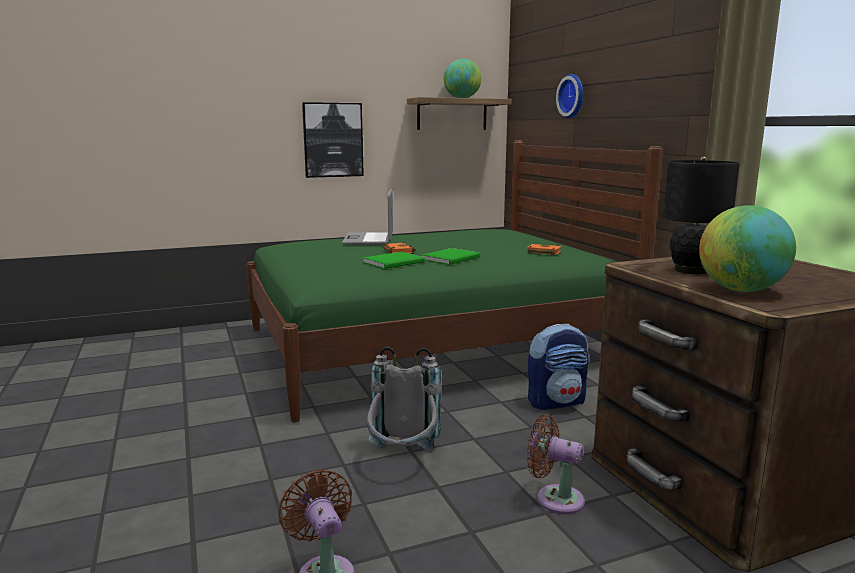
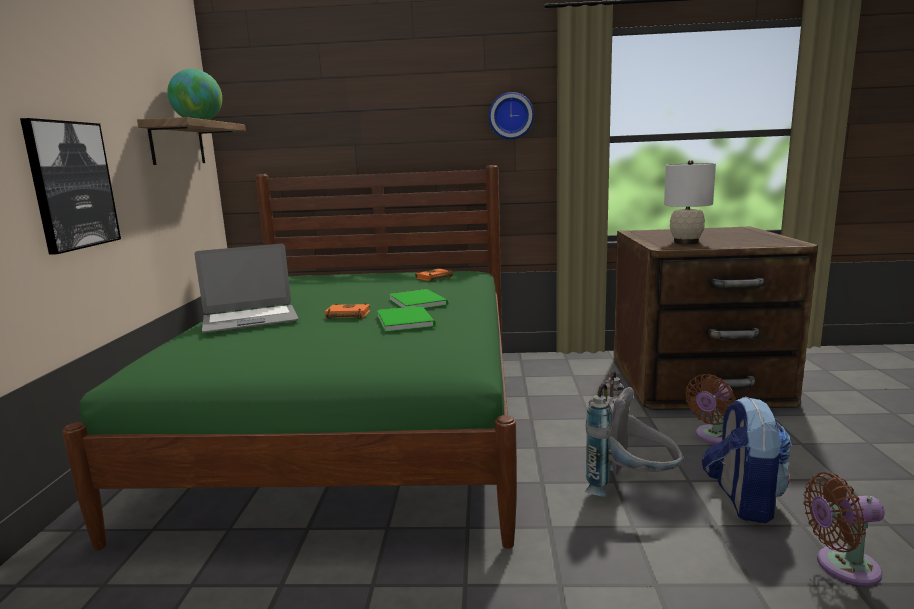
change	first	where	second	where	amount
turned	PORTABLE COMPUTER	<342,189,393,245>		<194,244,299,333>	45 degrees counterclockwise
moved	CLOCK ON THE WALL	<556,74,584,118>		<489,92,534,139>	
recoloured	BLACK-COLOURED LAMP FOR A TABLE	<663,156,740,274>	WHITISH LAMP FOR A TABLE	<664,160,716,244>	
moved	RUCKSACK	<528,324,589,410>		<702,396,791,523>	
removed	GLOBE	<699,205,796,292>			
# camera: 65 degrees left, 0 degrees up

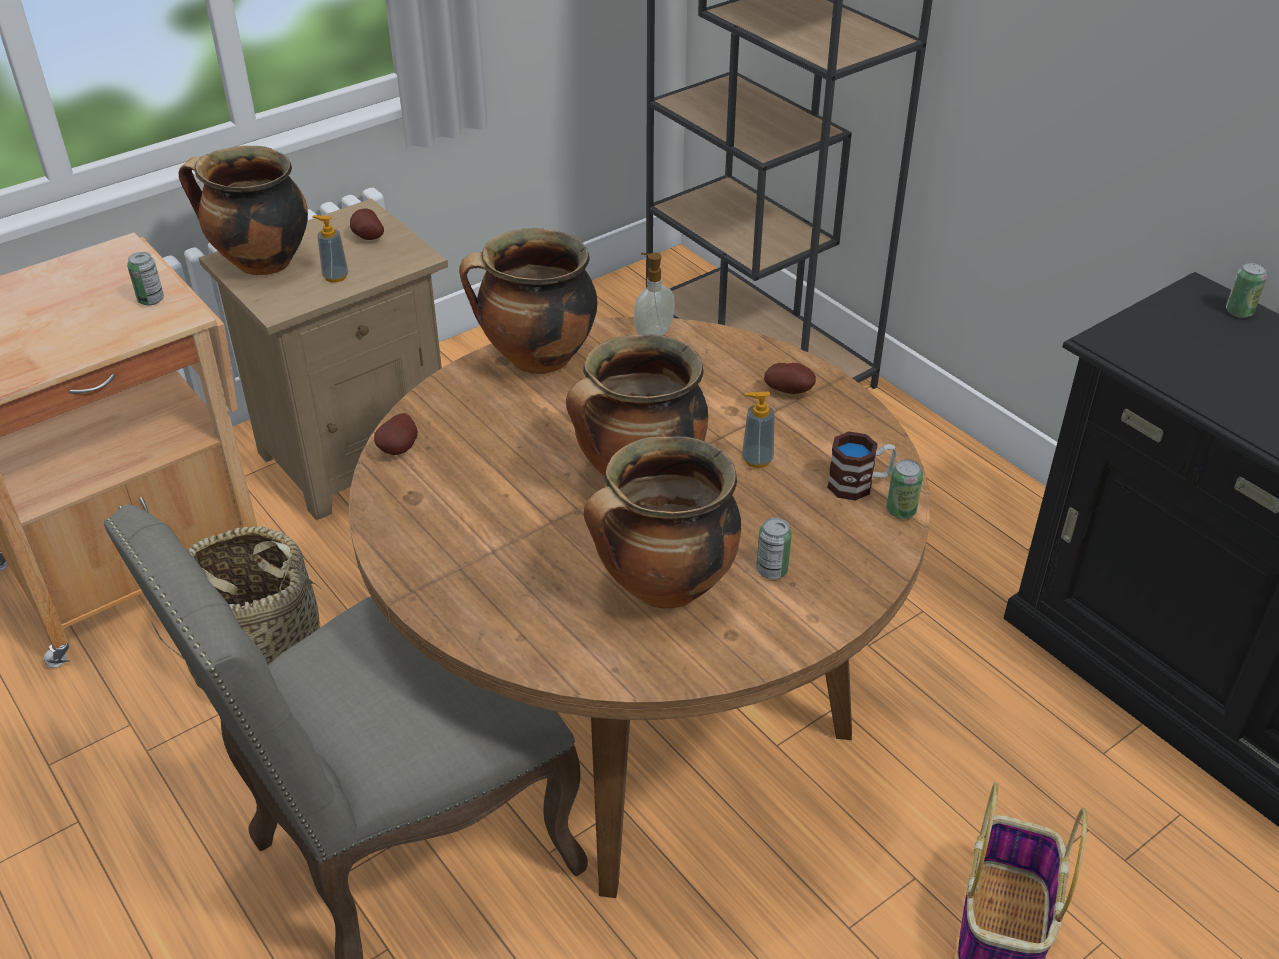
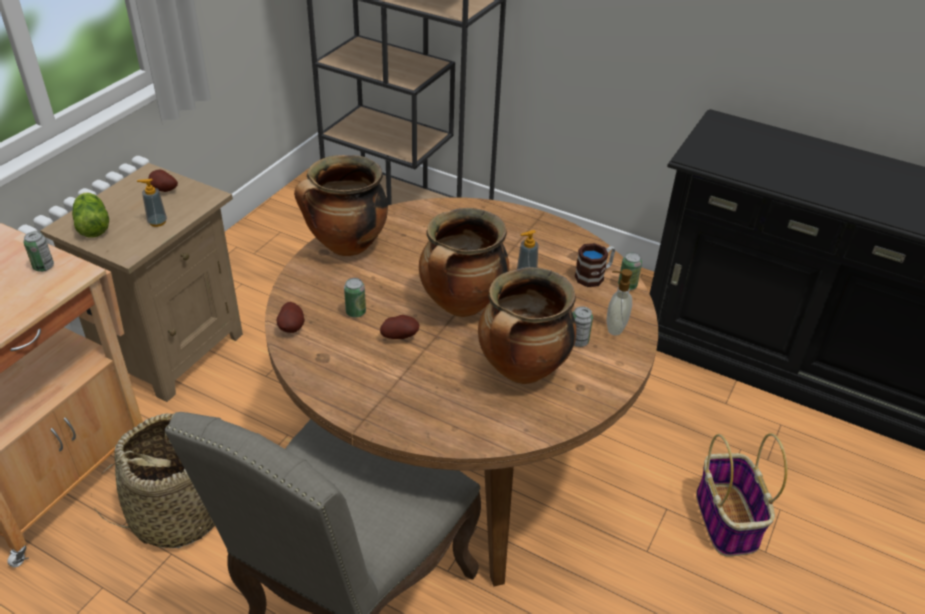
change	first	where	second	where	amount
replaced	STOCKPOT	<179,146,308,275>	LETTUCE	<72,192,109,238>	
moved	SEALED CAN	<1226,262,1267,318>		<344,278,366,318>	
moved	WHOLE POTATO	<764,363,816,394>		<380,315,419,339>	
moved	SOAP BOTTLE	<634,252,675,336>		<606,269,632,335>	
# camera: 25 degrees left, 0 degrees up

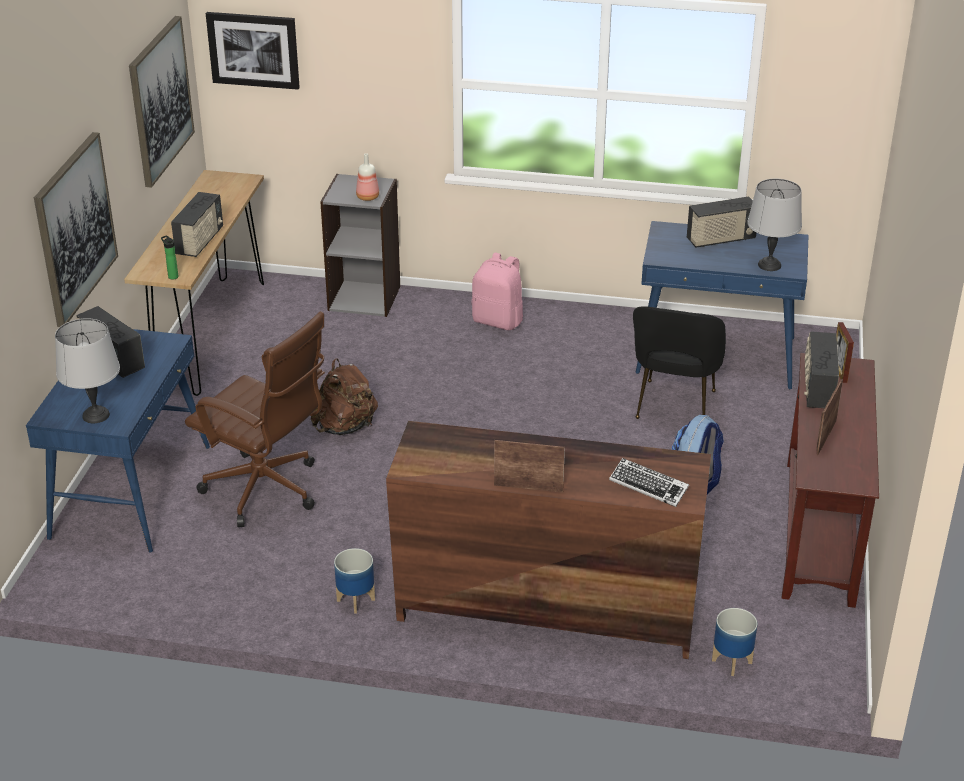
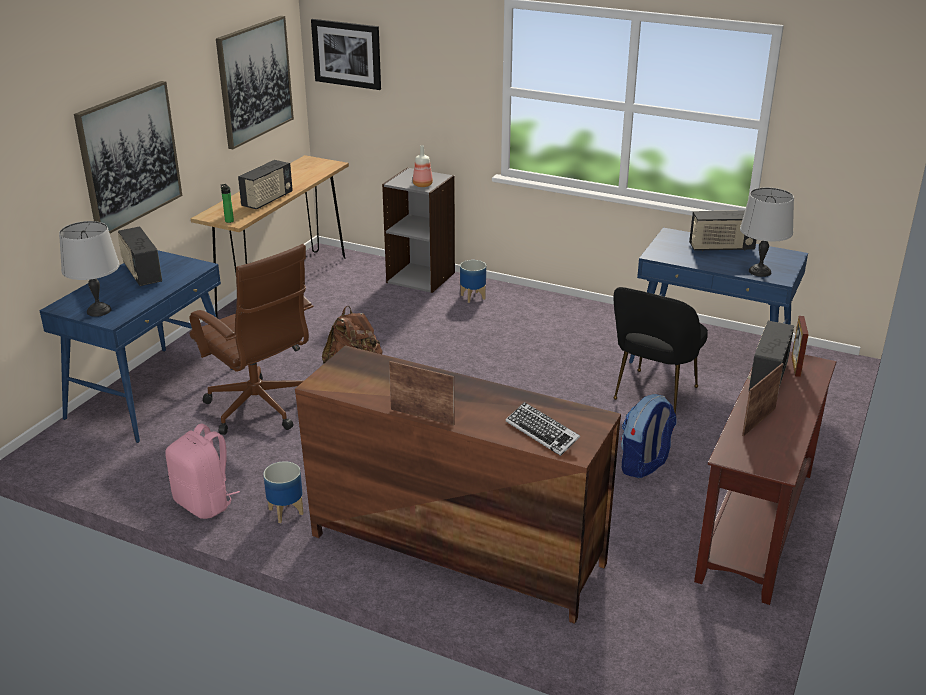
change	first	where	second	where	amount
moved	PINK RUCKSACK	<471,253,523,330>		<165,423,240,519>	
moved	PLANT POT	<712,608,758,676>		<460,260,486,303>	
# camera: 15 degrees right, 5 degrees down

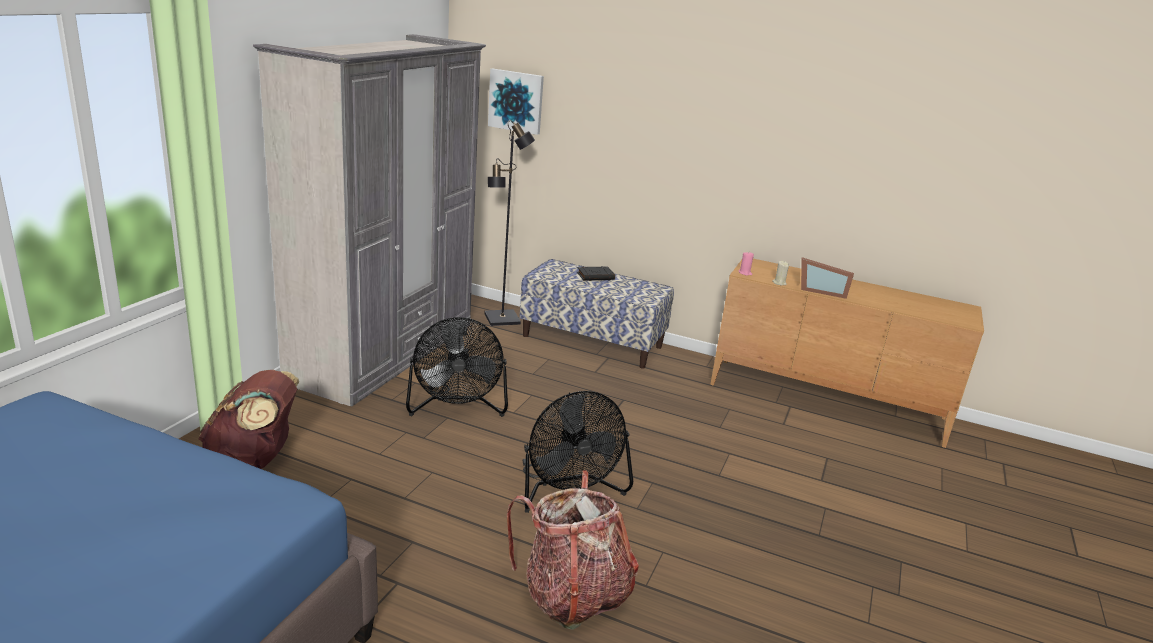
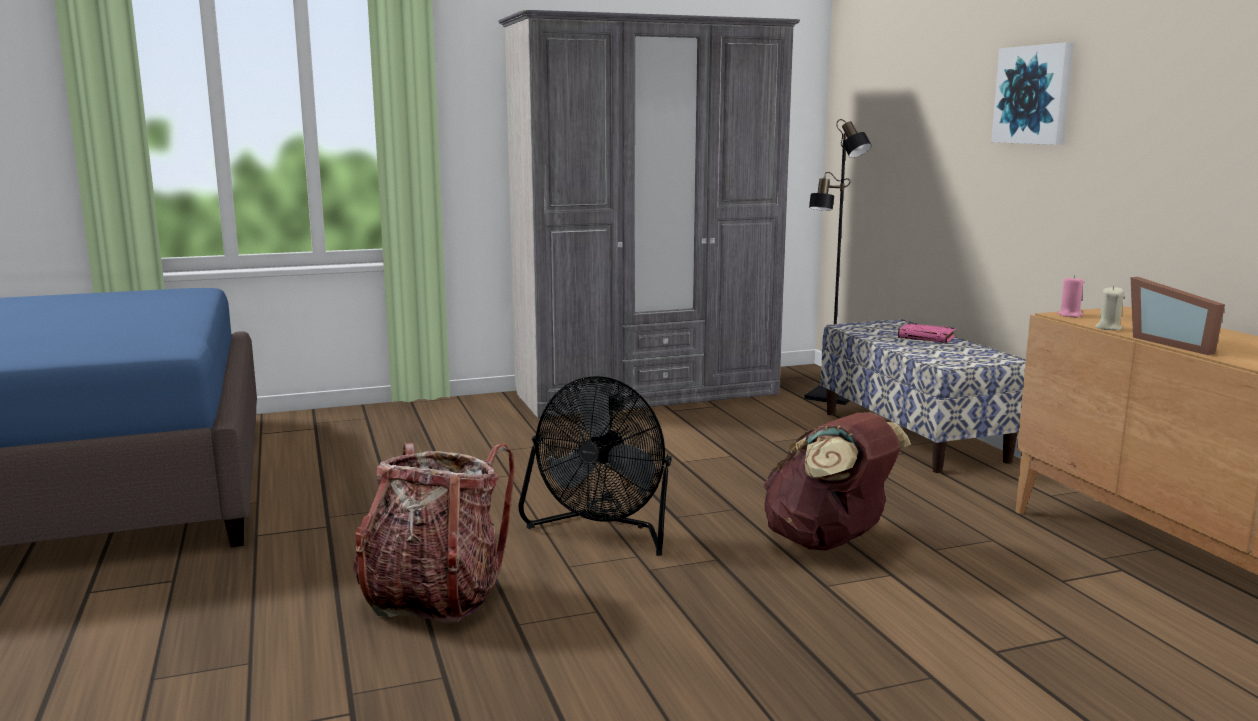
change	first	where	second	where	amount
moved	BROWN-COLOURED RUCKSACK	<198,370,300,469>		<764,412,911,550>	
recoloured	BLACK-COLOURED BOUND BOOK	<577,266,615,281>	PINK BOUND BOOK	<898,323,956,343>	
moved	WALL ART	<488,69,544,135>		<991,42,1074,145>	
removed	BLACK-COLOURED COOLING FAN	<406,317,508,417>			
# camera: 50 degrees right, 10 degrees down

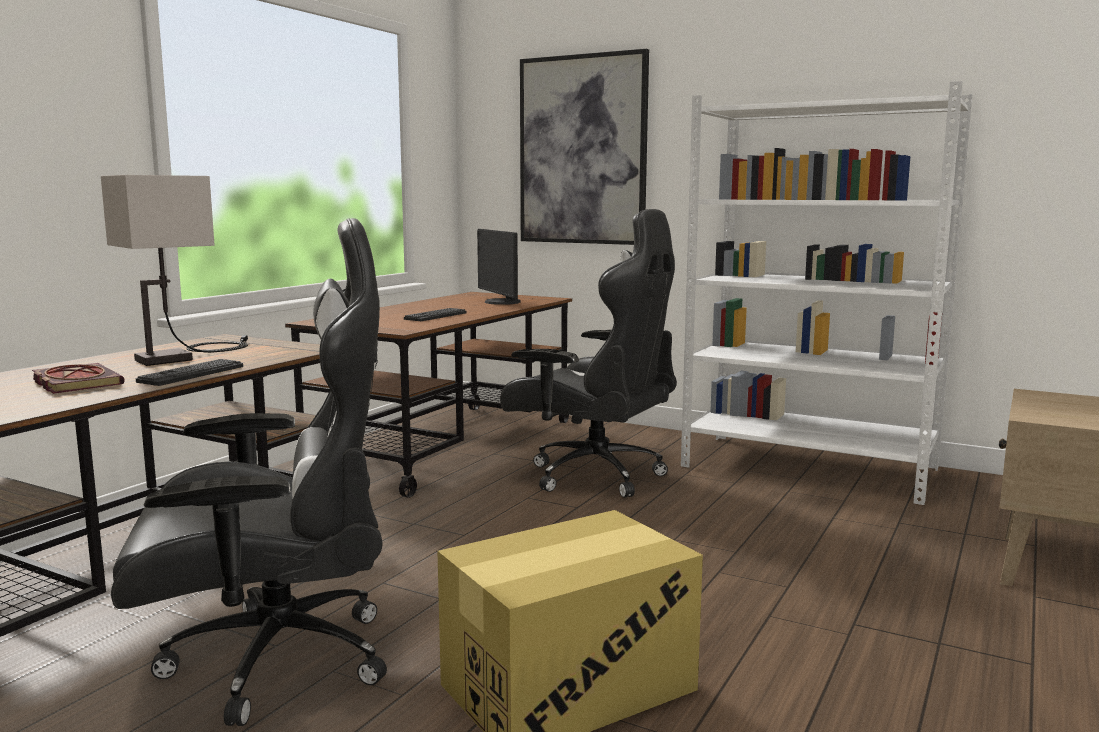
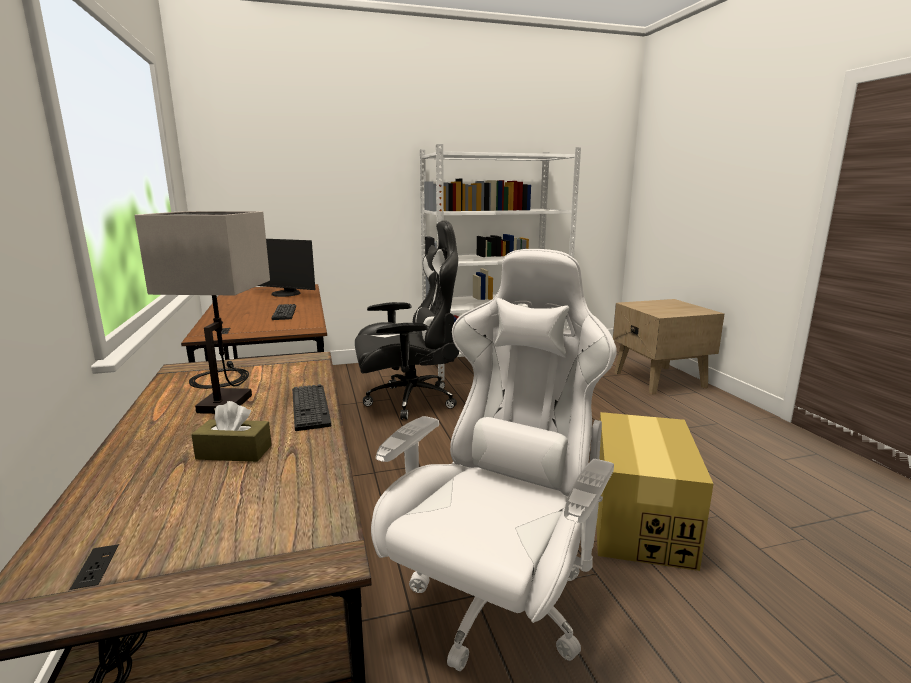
change	first	where	second	where	amount
replaced	BOUND BOOK	<32,363,125,394>	BROWN-COLOURED BOX OF TISSUES	<191,401,272,462>	
recoloured	BLACK-COLOURED COMPUTER CHAIR	<111,218,387,726>	WHITISH COMPUTER CHAIR	<371,249,617,671>	
removed	WALL ART	<520,49,649,245>			
# camera: 45 degrees left, 5 degrees up

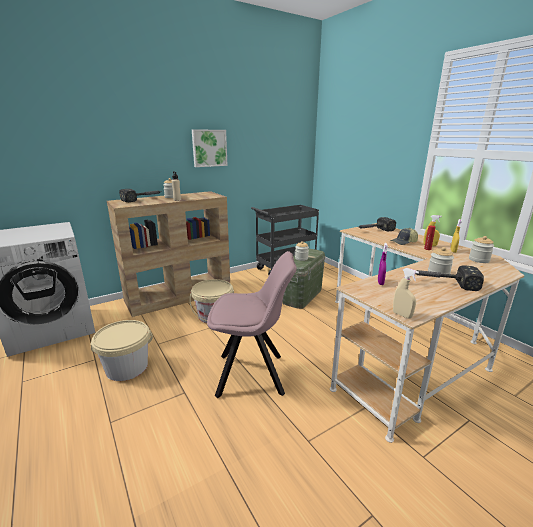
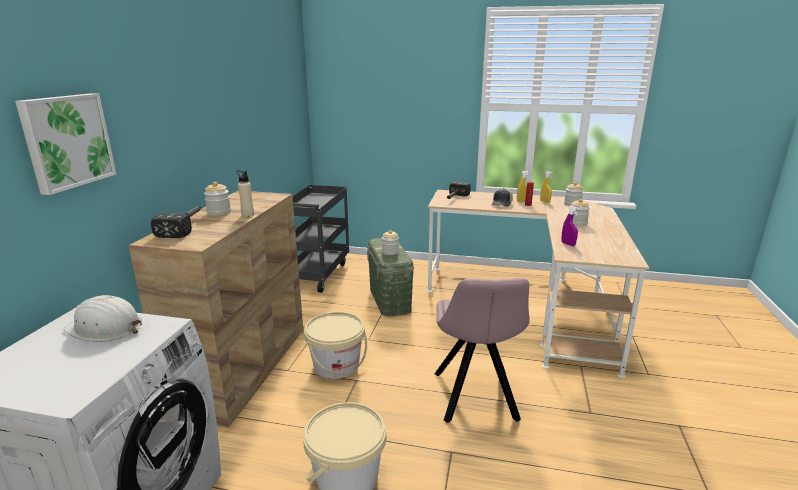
change	first	where	second	where	amount
moved	WALL ART	<192,129,228,167>		<15,93,117,195>	
added			WHITISH HARD HAT	<63,295,142,342>	
turned	PINK PLAIN CHAIR	<207,251,297,398>		<435,278,530,423>	135 degrees clockwise
removed	BEIGE-COLOURED HAND SPRAYER	<393,268,419,318>			
removed	HAND HAMMER	<416,265,484,291>			
# camera: 45 degrees left, 0 degrees up

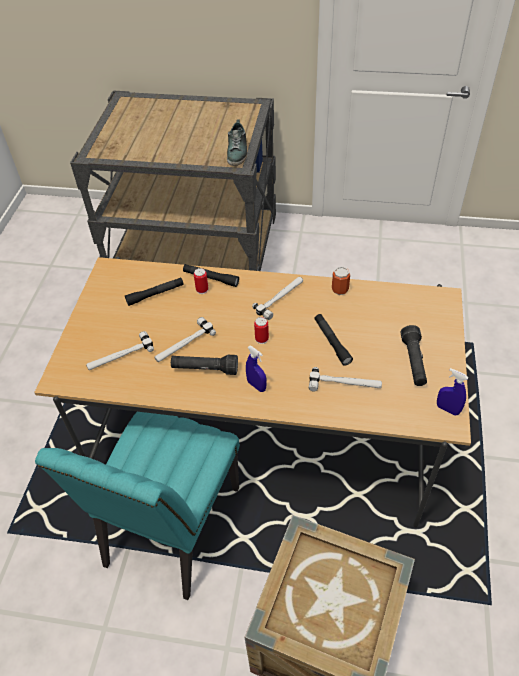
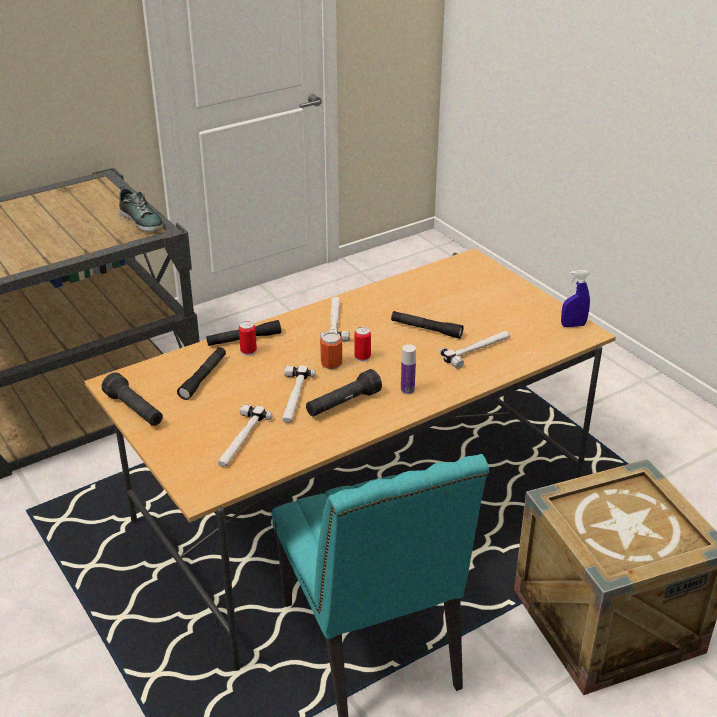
change	first	where	second	where	amount
moved	BLACK-COLOURED TORCH	<401,325,427,386>		<102,372,163,426>	
moved	SEALED CAN	<332,266,350,295>		<320,332,342,370>	
replaced	BLUE HAND SPRAYER	<246,346,267,392>	BEVERAGE BOTTLE	<401,344,416,394>	
# camera: 45 degrees left, 15 degrees down

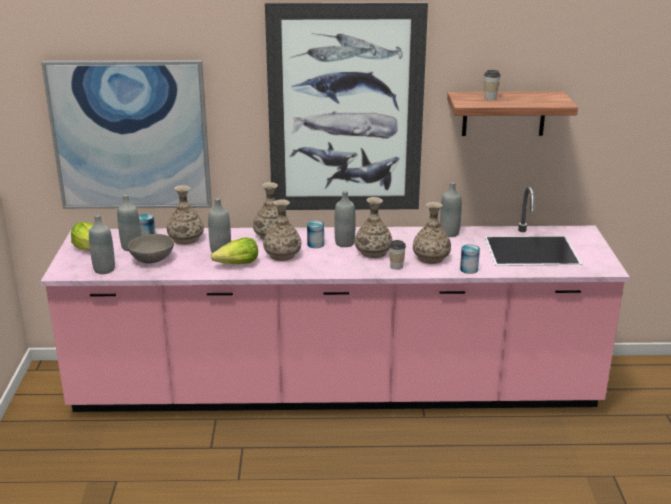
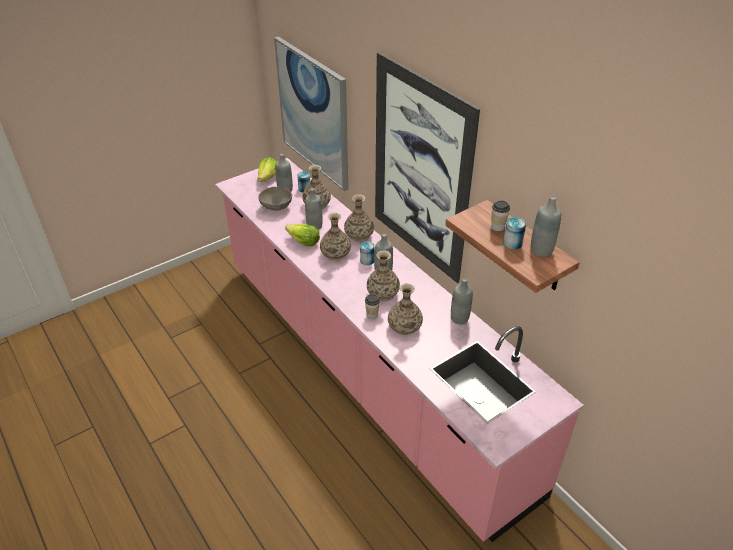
change	first	where	second	where	amount
moved	SEALED CAN	<460,244,480,274>		<503,217,526,249>	
moved	GRAY BEVERAGE BOTTLE	<89,214,115,274>		<531,196,561,257>	
# camera: 55 degrees right, 15 degrees up

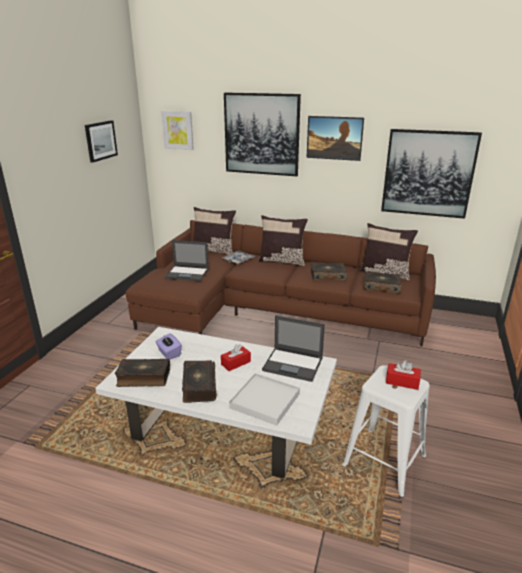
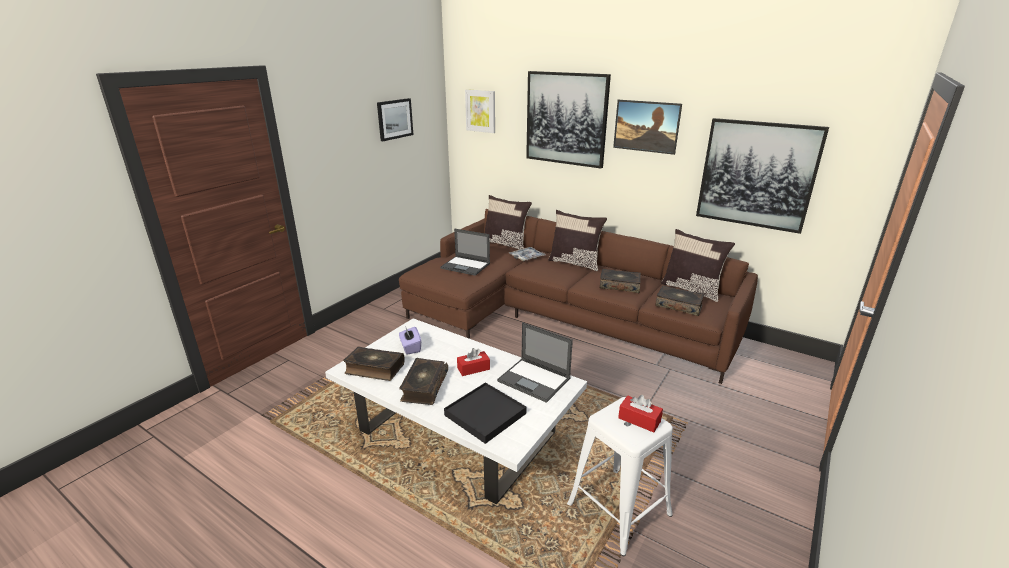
change	first	where	second	where	amount
recoloured	WHITISH CARRYING TRAY	<229,373,300,426>	BLACK-COLOURED CARRYING TRAY	<444,382,526,444>	
# camera: 15 degrees right, 0 degrees up

